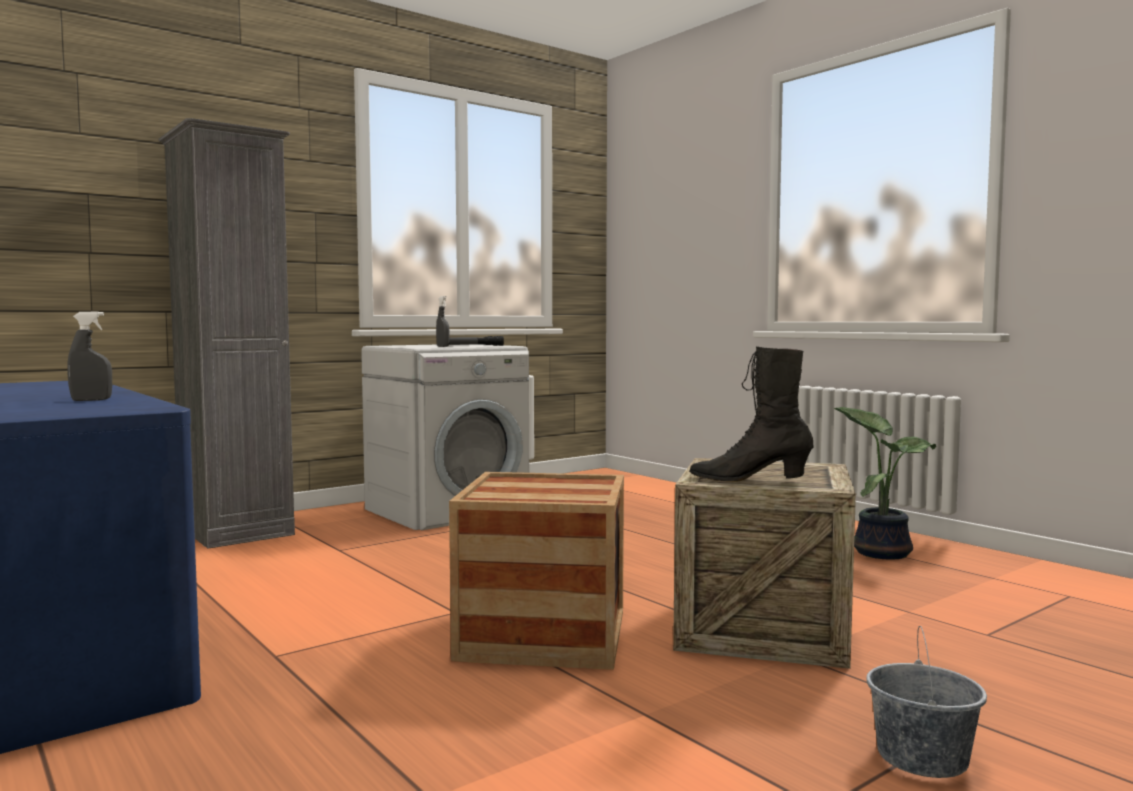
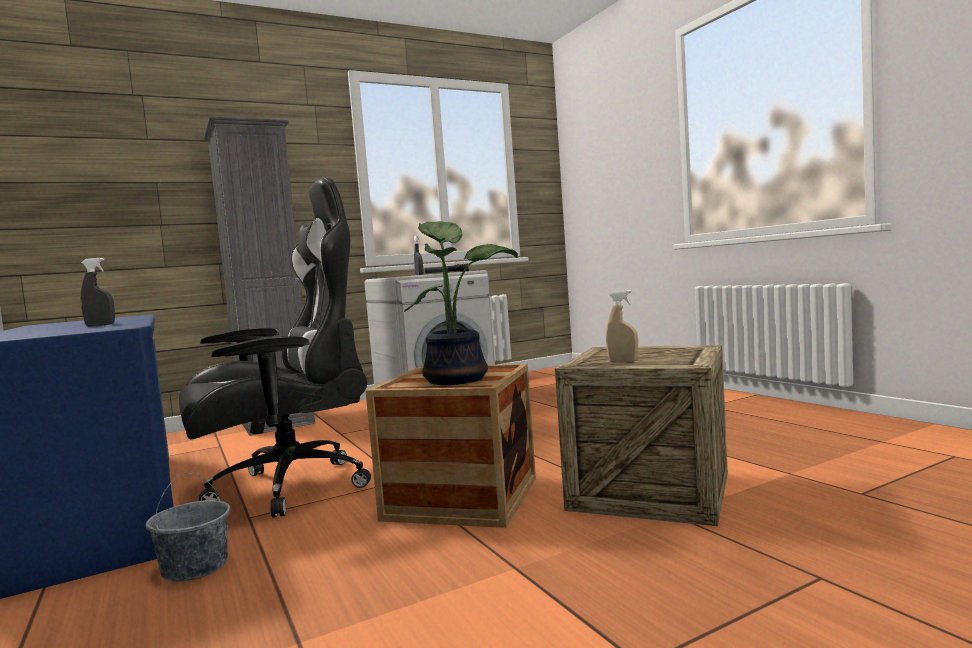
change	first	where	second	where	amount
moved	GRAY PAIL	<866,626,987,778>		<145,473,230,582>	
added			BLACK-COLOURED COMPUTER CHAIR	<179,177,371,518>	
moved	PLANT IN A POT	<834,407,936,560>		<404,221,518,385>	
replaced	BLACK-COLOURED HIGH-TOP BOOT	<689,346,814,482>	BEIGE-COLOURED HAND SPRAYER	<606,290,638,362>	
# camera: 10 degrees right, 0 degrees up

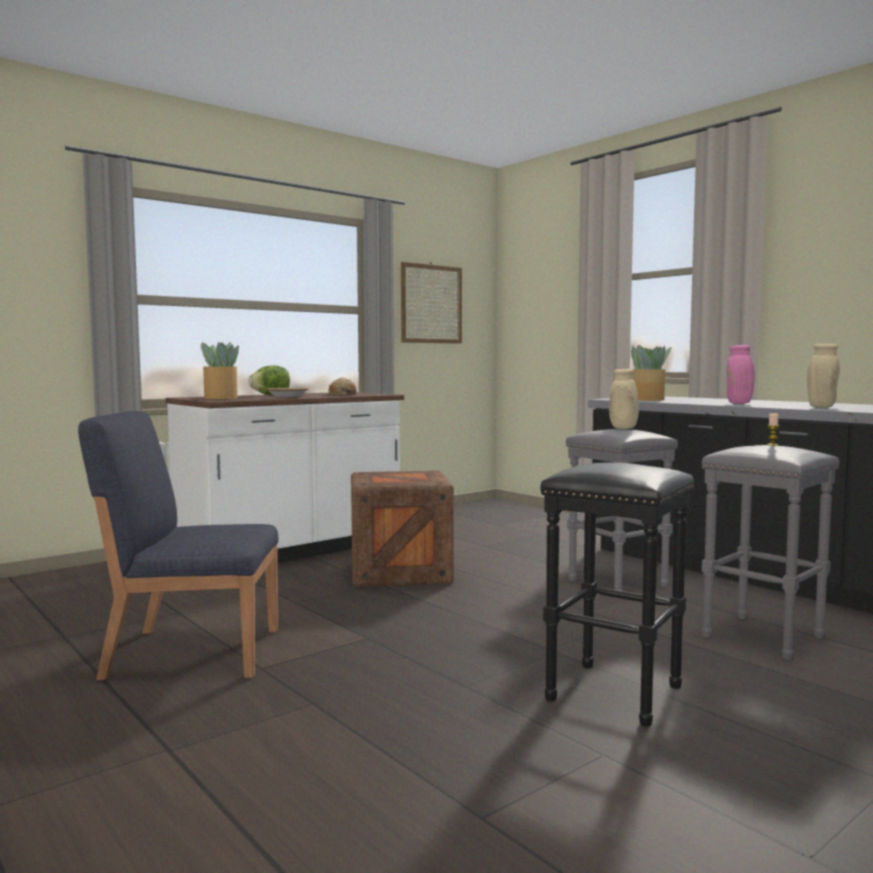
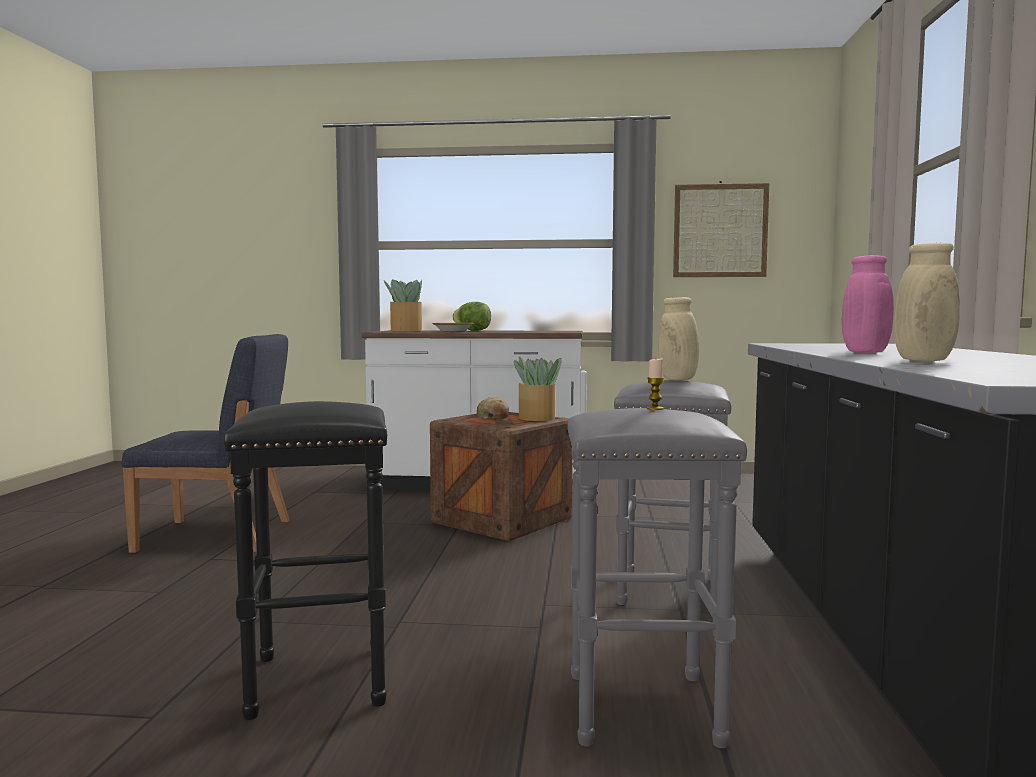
change	first	where	second	where	amount
turned	BLUE PLAIN CHAIR	<78,411,279,680>		<121,334,290,553>	135 degrees clockwise
moved	BREAD	<329,378,357,395>		<477,397,509,419>	
moved	PLANT IN A POT	<631,345,671,401>		<514,356,562,421>	
# camera: 45 degrees right, 0 degrees up

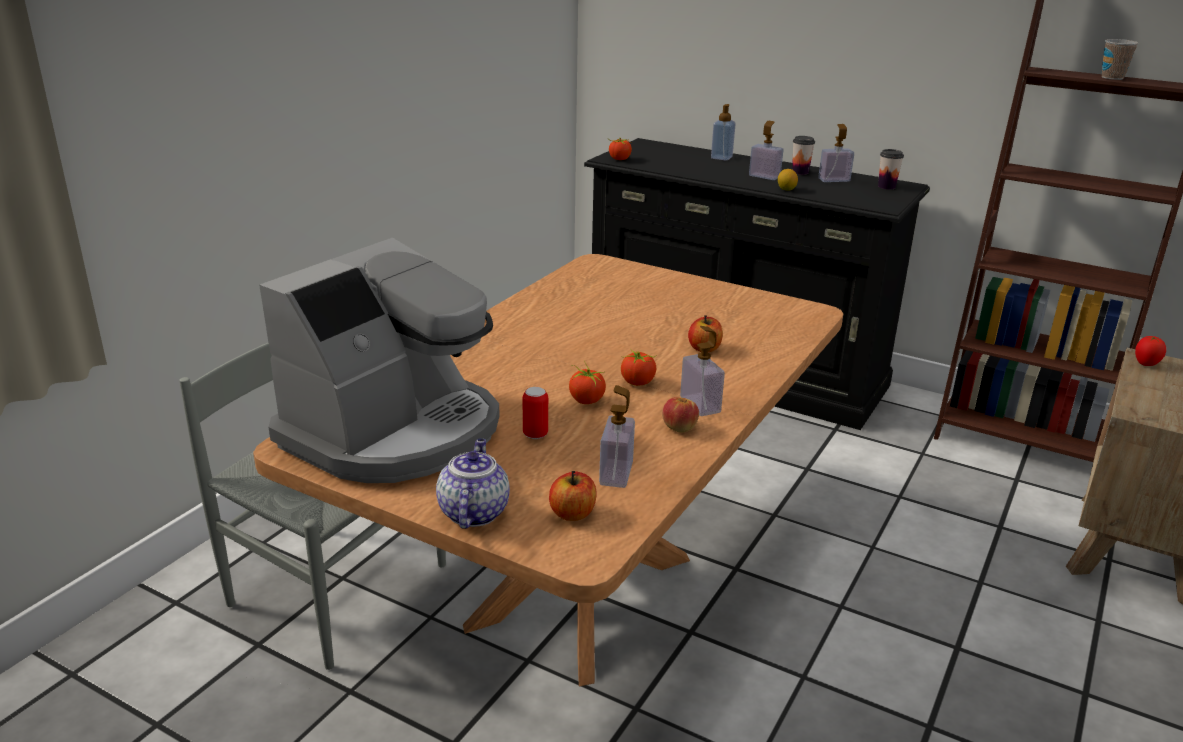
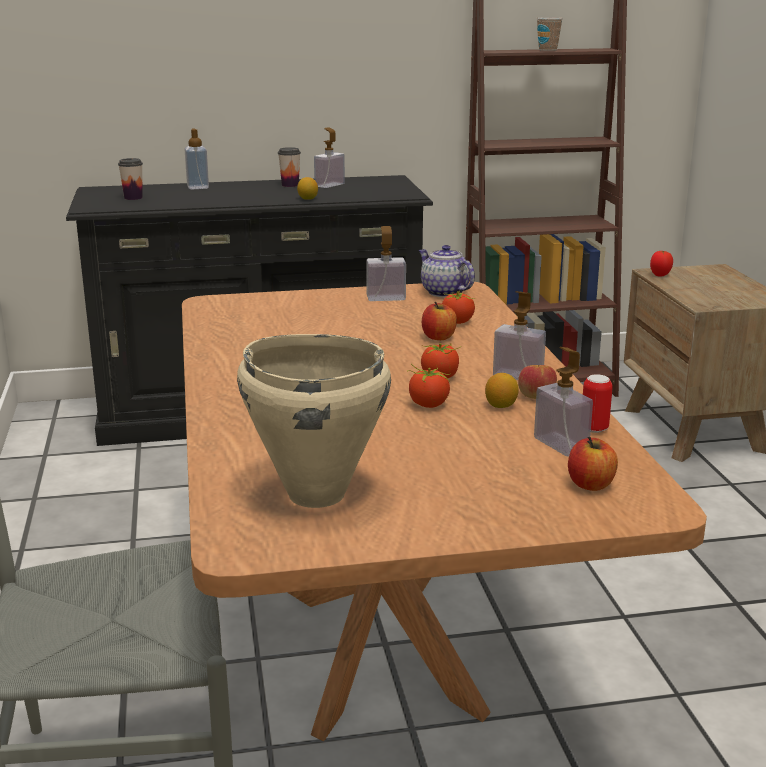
change	first	where	second	where	amount
moved	CUP	<878,149,904,190>		<118,158,143,200>	
replaced	COFFEE MAKER	<259,237,500,483>	BEIGE-COLOURED STOCKPOT	<237,334,391,508>	
moved	SOAP BOTTLE	<749,121,783,180>		<366,226,406,301>	
moved	TEAPOT	<436,438,510,529>		<419,245,475,297>	
moved	FRESH TOMATO	<609,138,632,160>		<442,291,475,324>	
added			WHOLE LEMON	<485,373,519,408>	
moved	SEALED CAN	<522,387,548,439>		<583,374,613,433>	
# camera: 40 degrees left, 5 degrees down

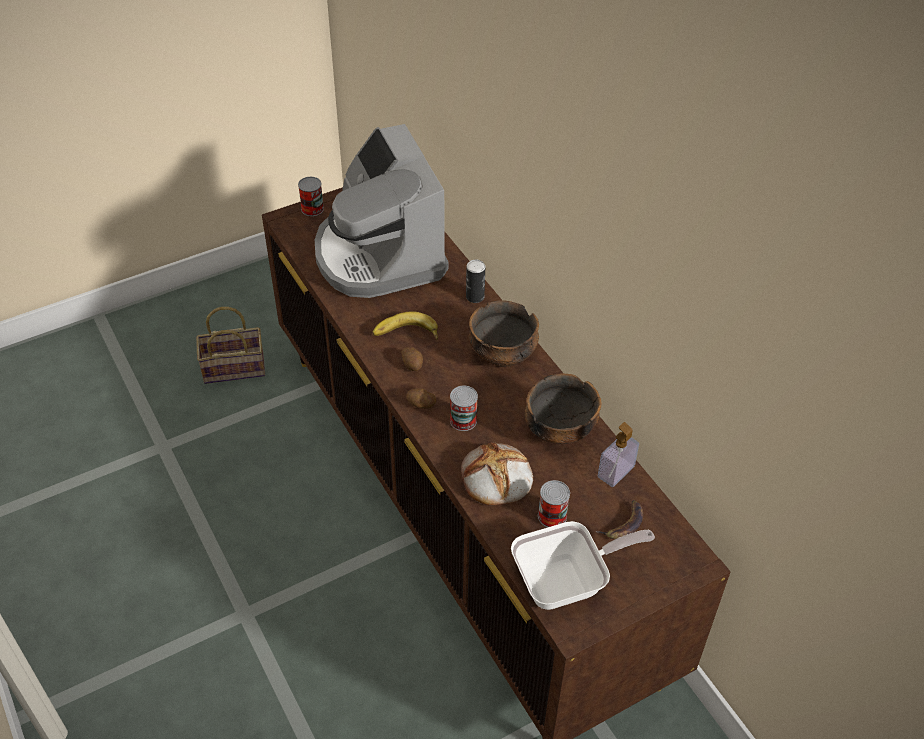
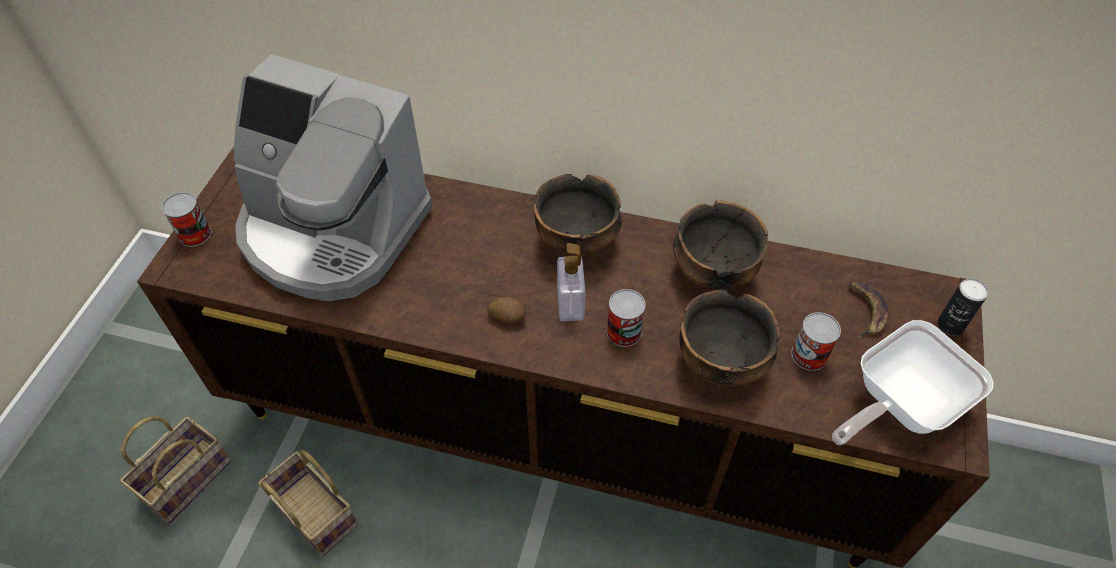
change	first	where	second	where	amount
added			BASKET	<258,450,358,557>	
moved	SOAP BOTTLE	<598,422,639,487>		<557,243,586,321>	
replaced	BREAD	<461,442,533,505>	BOWL	<679,290,780,387>	
turned	SKILLET	<511,521,655,610>		<832,320,994,445>	150 degrees counterclockwise
moved	SEALED CAN	<466,260,485,303>		<938,279,988,335>	
removed	BANANA FRUIT	<372,311,438,340>			
removed	WHOLE POTATO	<406,388,436,409>			
# camera: 45 degrees left, 5 degrees up

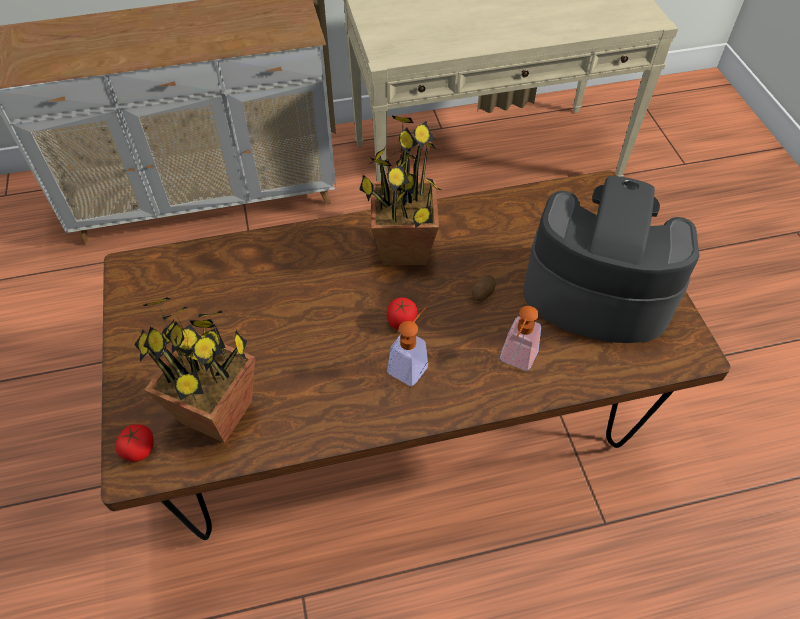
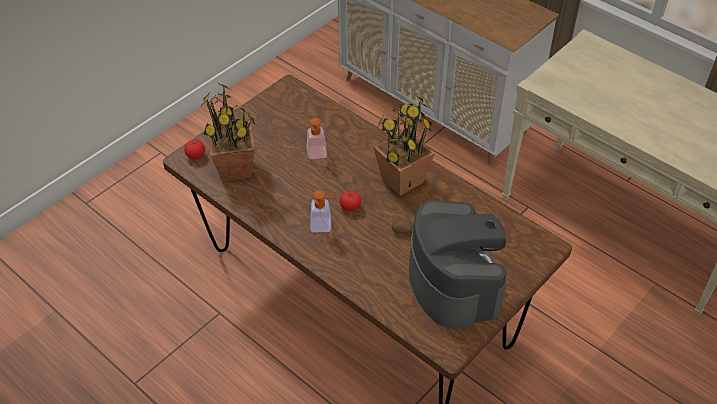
change	first	where	second	where	amount
moved	SOAP BOTTLE	<500,306,541,371>		<297,118,327,159>	
# camera: 55 degrees right, 5 degrees down

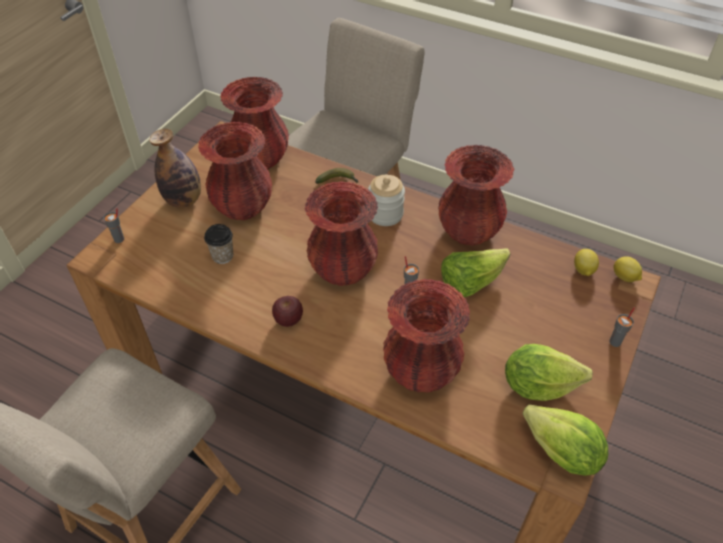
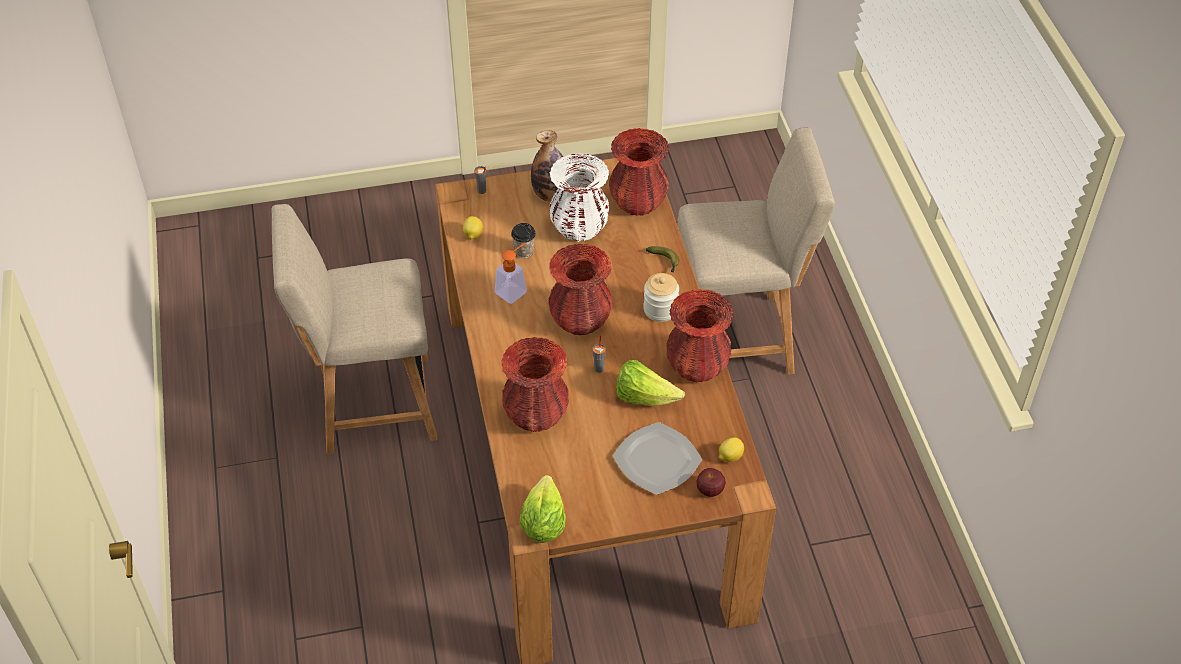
change	first	where	second	where	amount
moved	WHOLE LEMON	<613,256,642,282>		<463,216,483,239>	
added			SOAP BOTTLE	<495,243,527,304>	
recoloured	REDDISH FLOWER VASE	<198,122,272,220>	WHITISH FLOWER VASE	<549,153,609,242>	
added			FLAT DISH	<613,422,703,495>	
moved	APPLE	<272,296,303,327>		<697,468,726,497>	
removed	LETTUCE	<505,344,593,401>			
removed	GRAY CUP	<609,307,635,347>			
# camera: 50 degrees right, 0 degrees up

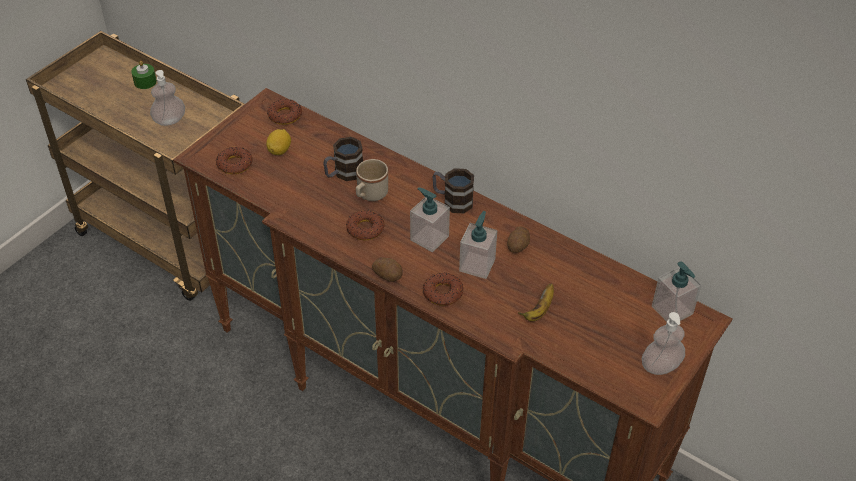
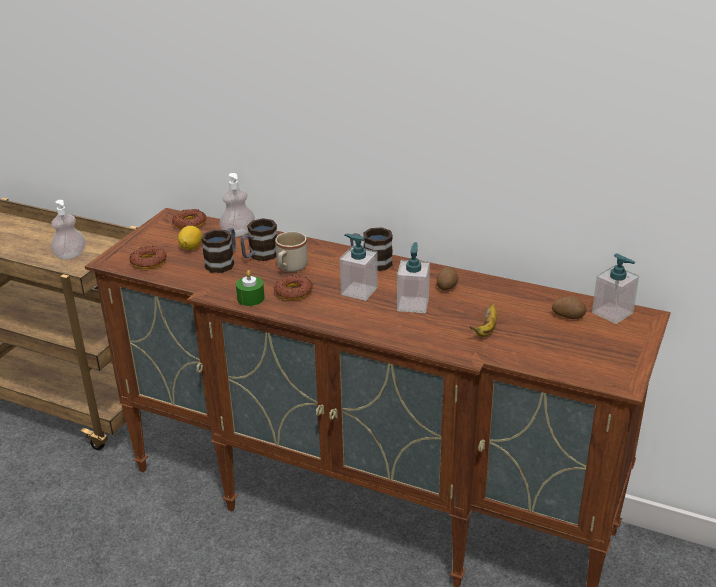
change	first	where	second	where	amount
added			TEA MUG	<201,228,236,273>	
moved	SOAP BOTTLE	<642,312,685,375>		<219,173,255,237>	
moved	GREENISH WAX CANDLE	<131,61,157,89>		<236,270,265,306>	
moved	WHOLE POTATO	<372,257,403,282>		<552,296,586,319>	
removed	RING DOUGHNUT	<423,273,463,306>			
# camera: 10 degrees left, 15 degrees down

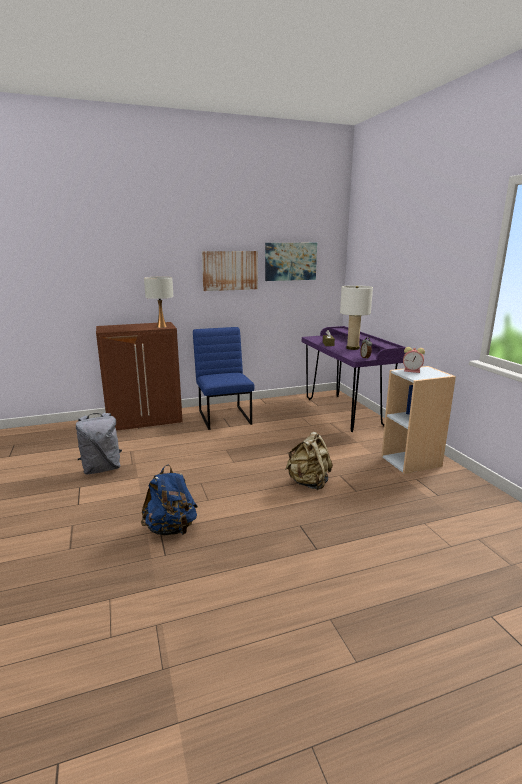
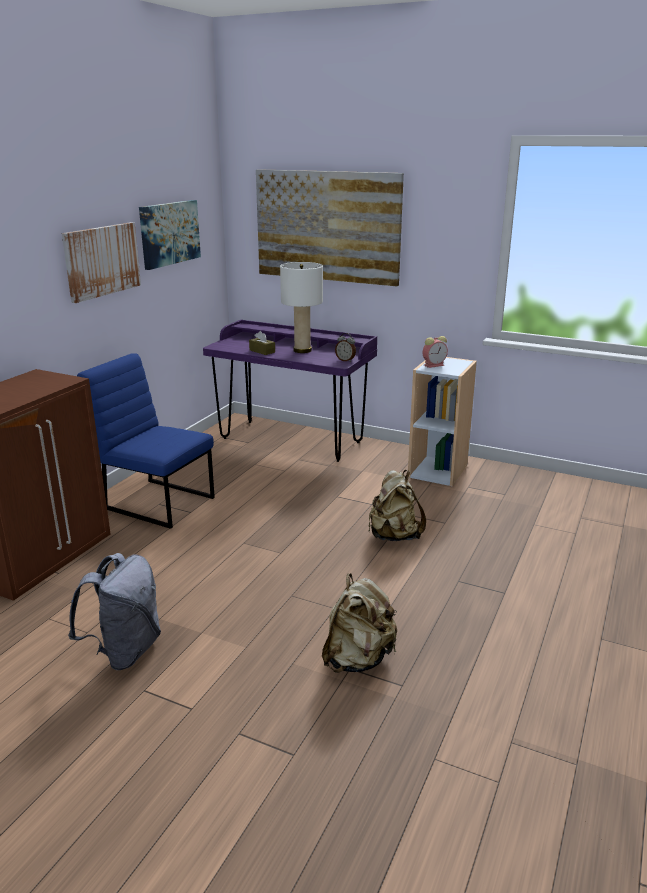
change	first	where	second	where	amount
added			WALL ART	<256,169,404,286>	
recoloured	BLUE RUCKSACK	<140,465,198,536>	BEIGE-COLOURED RUCKSACK	<322,573,397,673>	
removed	WHITISH LAMP FOR A TABLE	<144,277,174,328>			
# camera: 45 degrees left, 5 degrees up

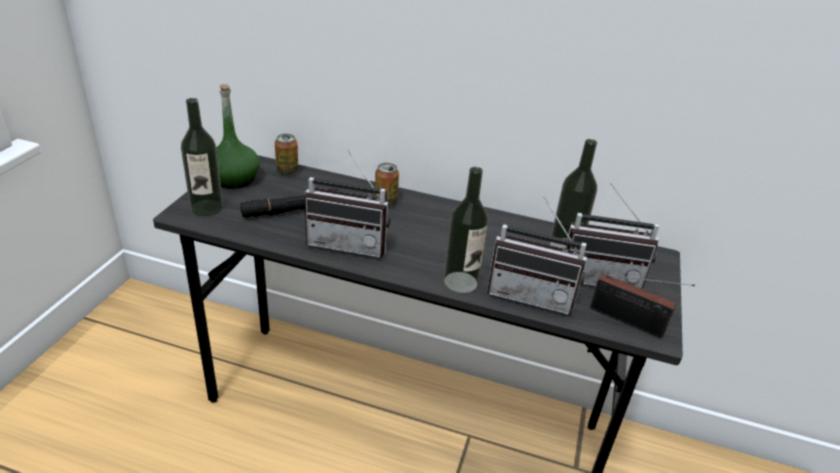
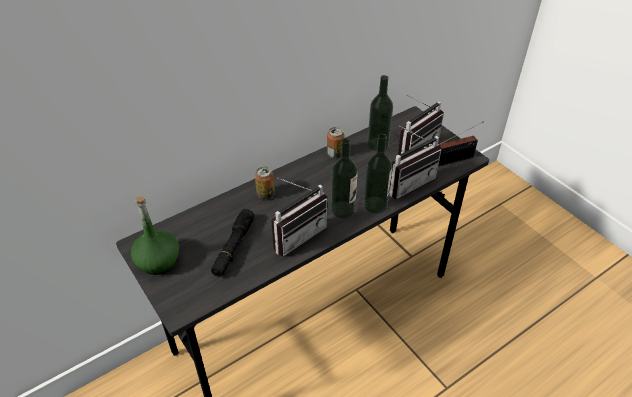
change	first	where	second	where	amount
moved	SEALED CAN	<275,134,298,176>		<327,127,344,158>	
moved	BEVERAGE BOTTLE	<181,98,223,216>		<331,138,358,218>	
# camera: 50 degrees left, 10 degrees up

